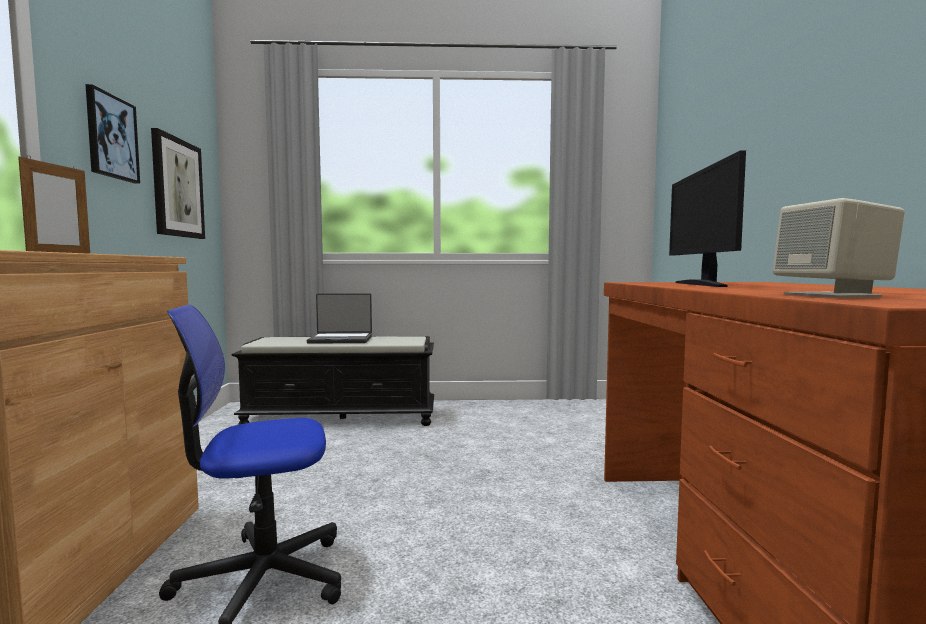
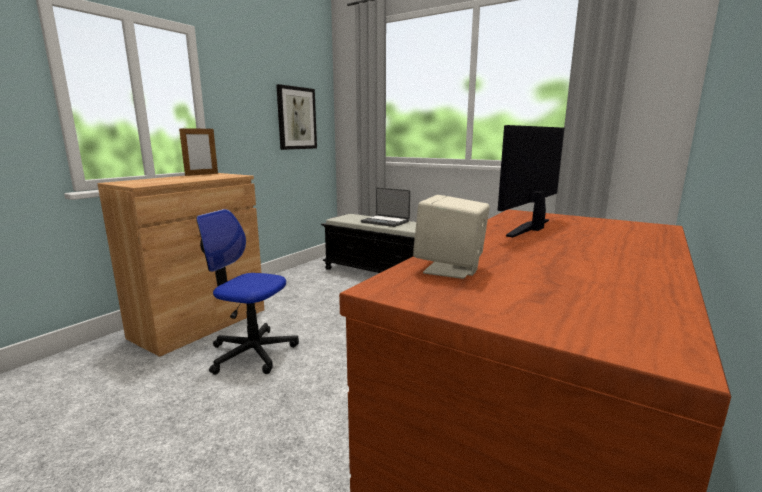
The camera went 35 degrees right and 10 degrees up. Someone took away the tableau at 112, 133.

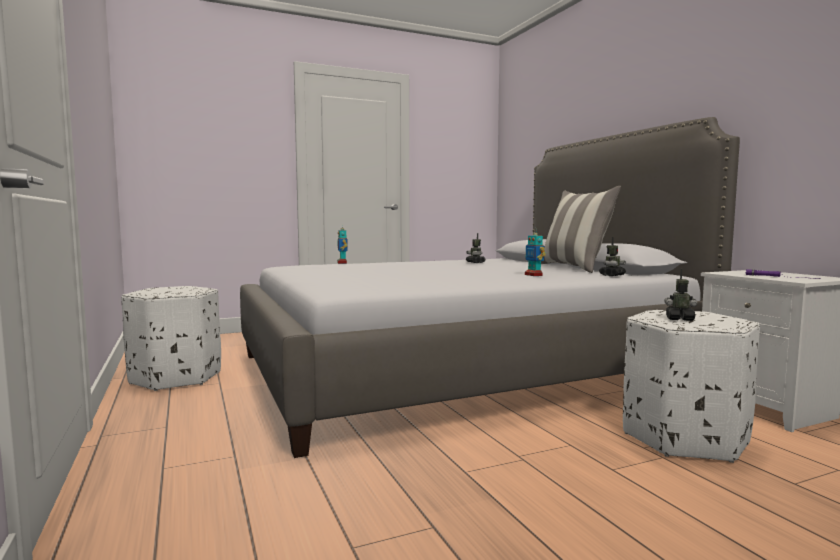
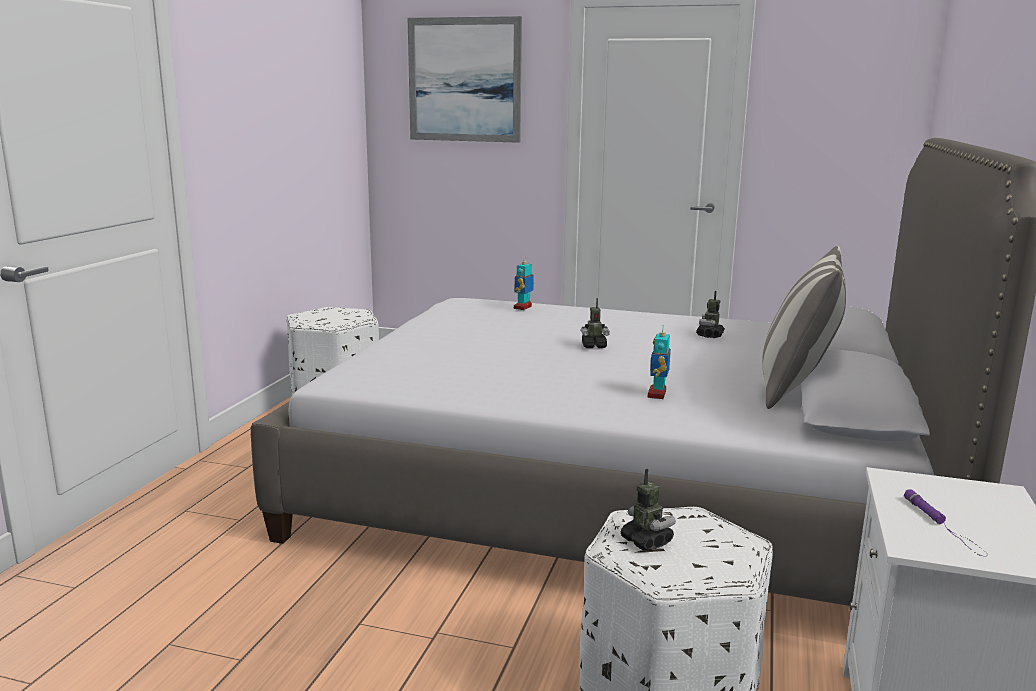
The camera went 40 degrees right and 10 degrees up. Someone carried the robot jouet from 612, 256 to 595, 323. Someone put up the tableau at 465, 79.

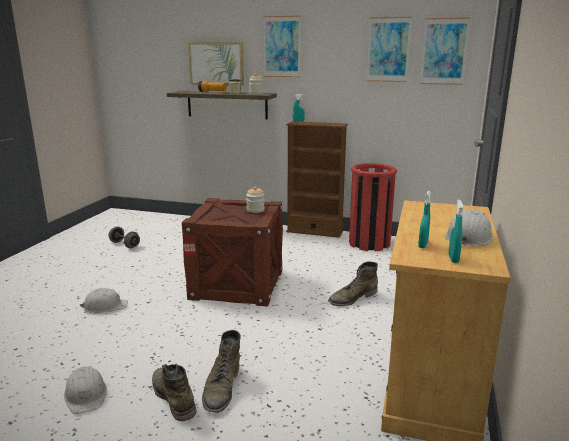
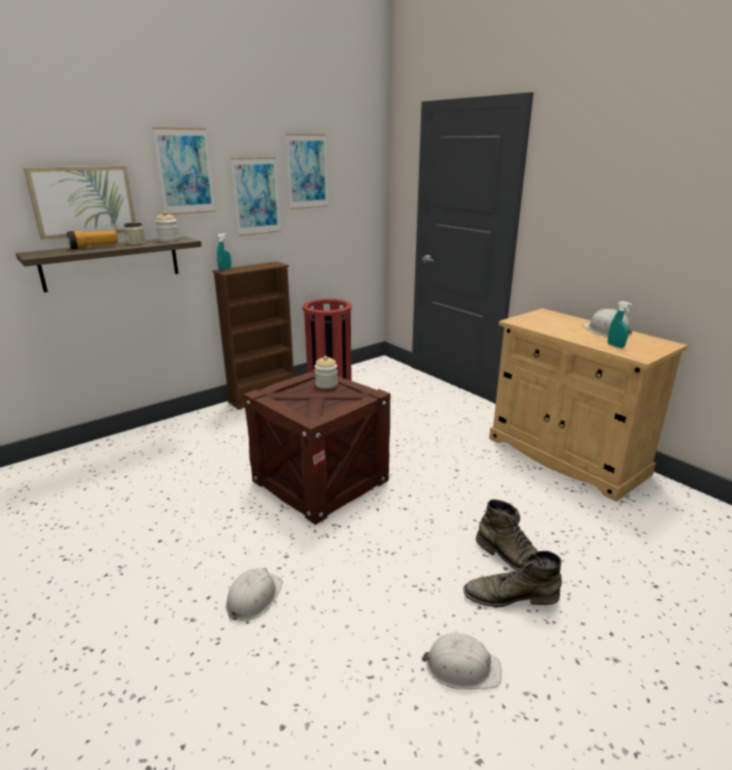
The camera went 55 degrees left and 5 degrees up. Someone took away the haltère (gris) at 124, 237. Someone took away the botte (vert) at 353, 284. Someone carried the tableau from 445, 51 to 255, 196. Someone took away the vaporisateur (turquoise) at 456, 231.

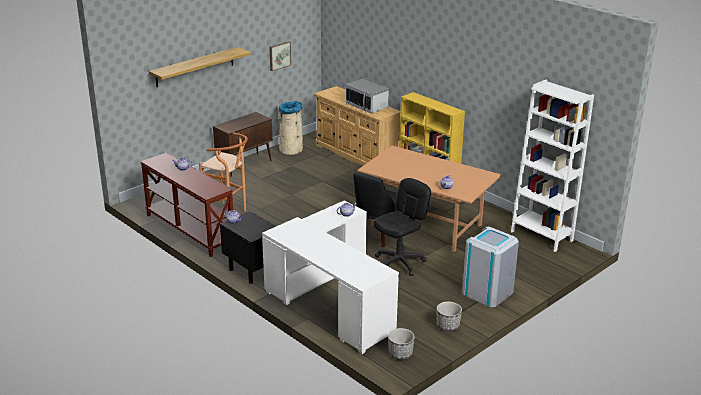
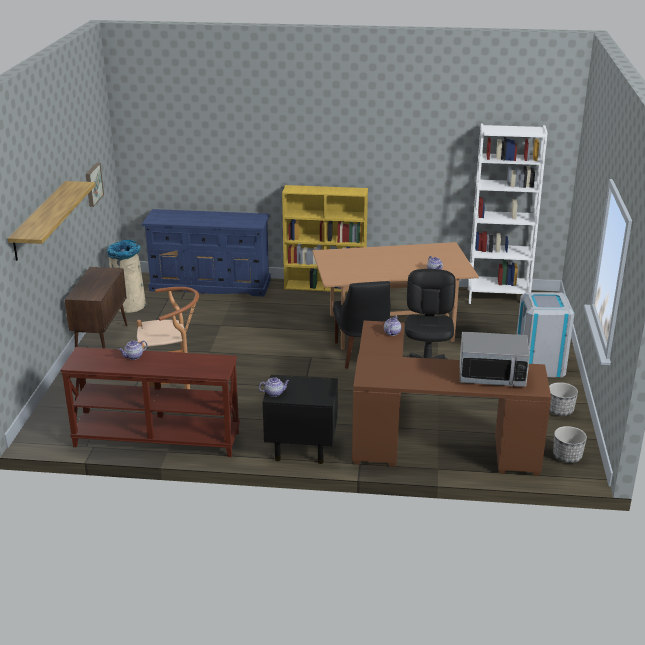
The camera went 40 degrees left and 0 degrees up. Someone repainted the bureau (blanc) at 330, 277, which became the bureau (marron) at 451, 398. Someone repainted the commode (beige) at 357, 126, which became the commode (bleu) at 206, 253. Someone carried the micro-ondes from 367, 96 to 495, 359.

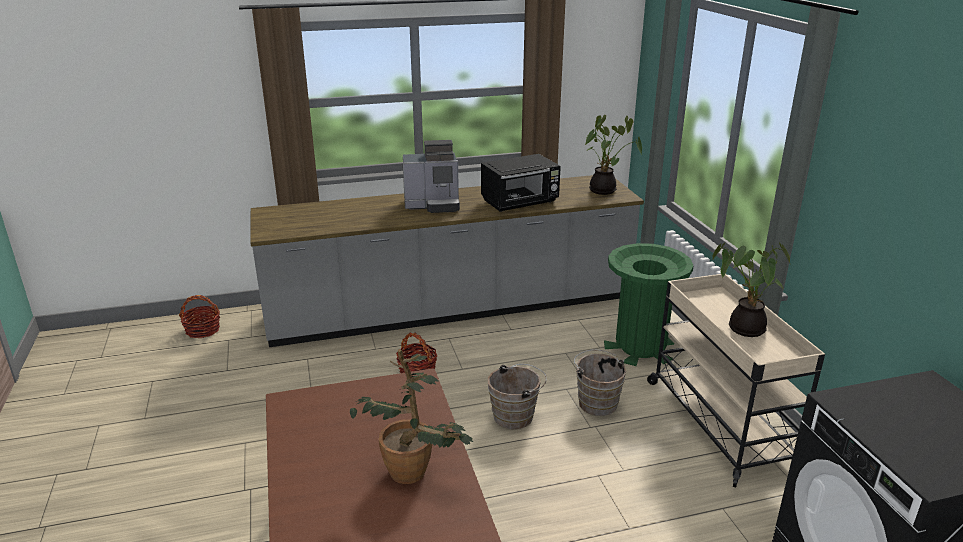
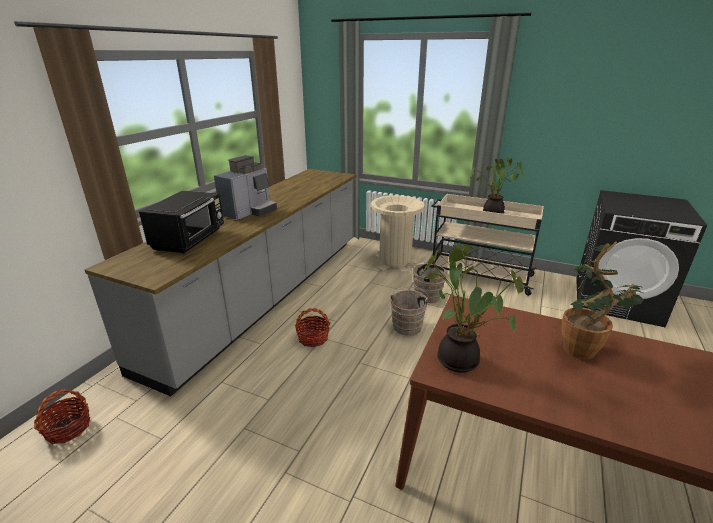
The camera went 50 degrees left and 0 degrees up. Someone carried the micro-ondes (noir) from 521, 183 to 181, 222. Someone carried the plante en pot from 613, 155 to 472, 308. Someone repainted the poubelle (vert) at 649, 304, which became the poubelle (beige) at 398, 234.

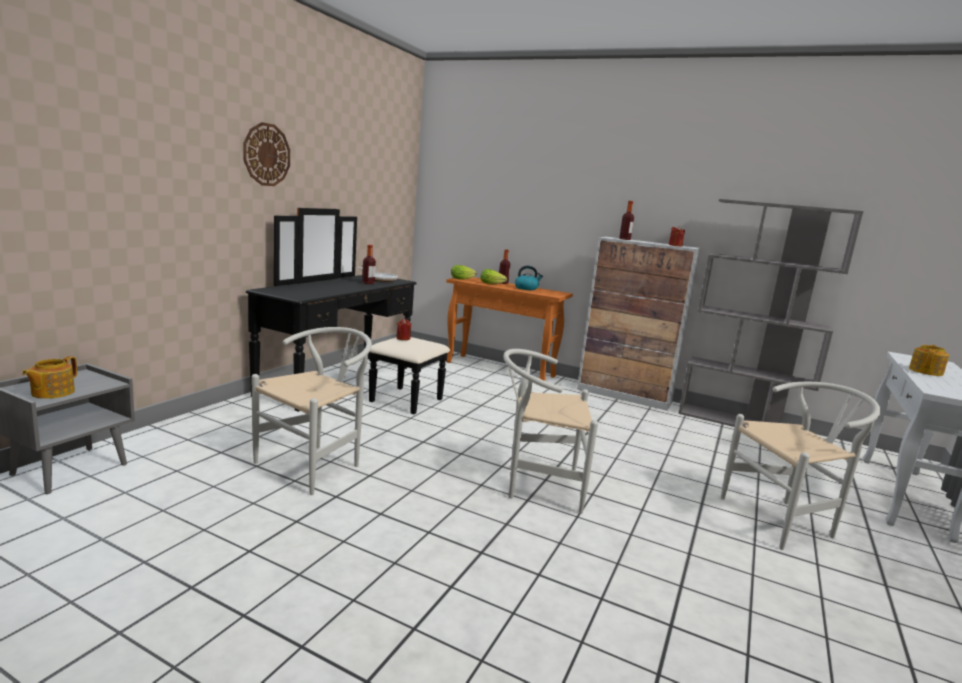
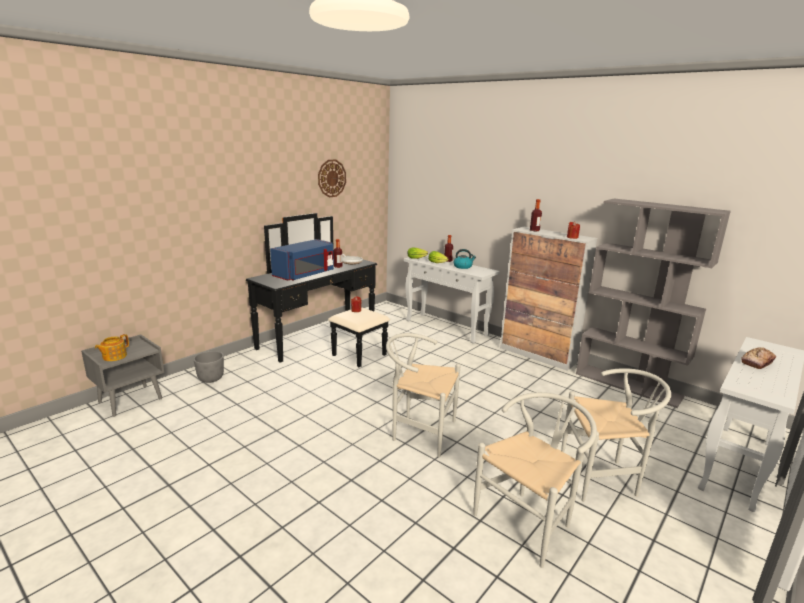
The camera went 15 degrees right and 5 degrees up. Someone carried the horloge murale from 266, 154 to 332, 178. Someone carried the chaise (blanc) from 312, 411 to 535, 480. Someone repainted the table console (orange) at 509, 329, which became the table console (blanc) at 452, 299. Someone swapped the théière at 929, 360 for the pain at 758, 358. Someone put down the cache-pot (gris) at 208, 367. Someone put down the micro-ondes (bleu) at 302, 260.

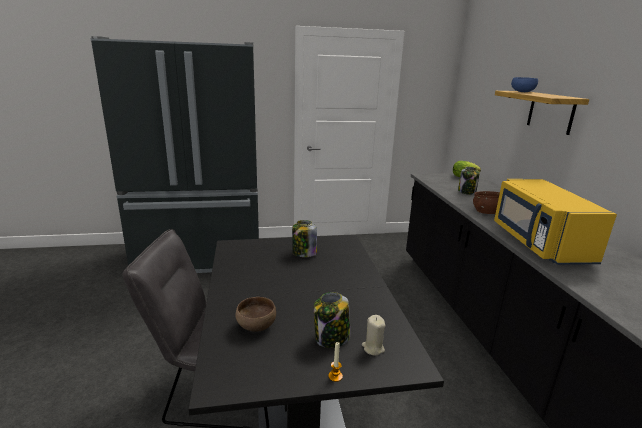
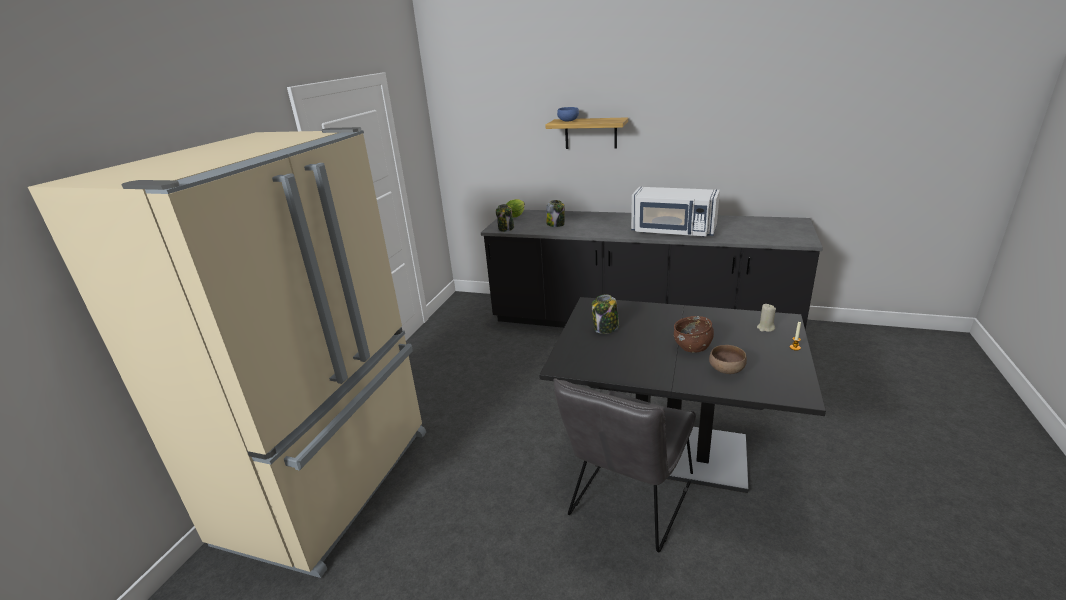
The camera went 60 degrees left and 5 degrees up. Someone repainted the réfrigérateur (noir) at 175, 154, which became the réfrigérateur (beige) at 227, 352. Someone carried the bocal from 332, 320 to 505, 218. Someone carried the bol (marron) from 486, 202 to 694, 334. Someone repainted the micro-ondes (jaune) at 555, 222, which became the micro-ondes (blanc) at 675, 212.

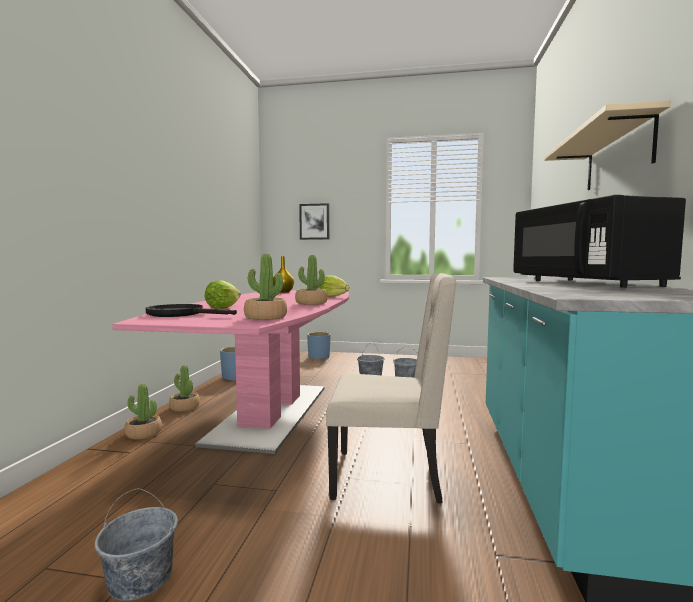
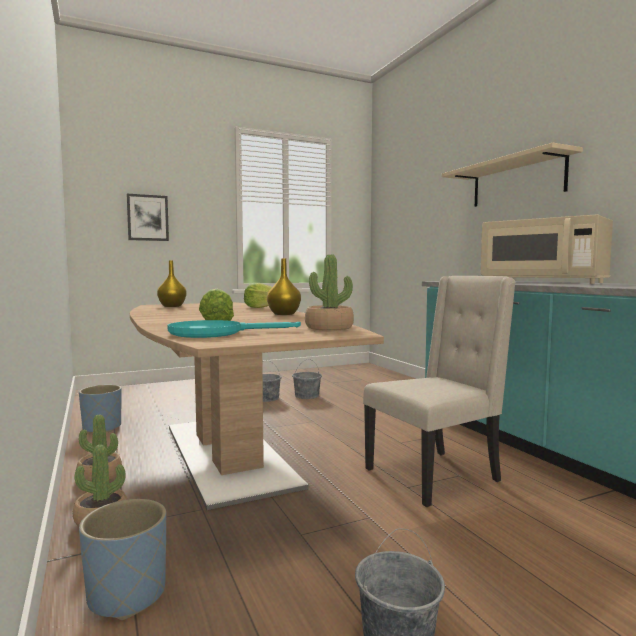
The camera went 35 degrees left and 0 degrees up. Someone repainted the table à manger (rose) at 230, 372, which became the table à manger (marron) at 257, 406. Someone repainted the poêle (noir) at 191, 310, which became the poêle (turquoise) at 234, 329. Someone swapped the plante en pot at 311, 280 for the vase (jaune) at 284, 286. Someone carried the cache-pot (bleu) from 318, 346 to 122, 559. Someone repainted the micro-ondes (noir) at 599, 241, which became the micro-ondes (beige) at 547, 249.

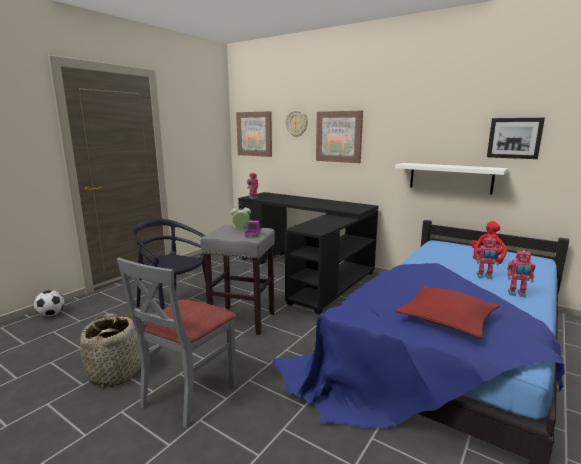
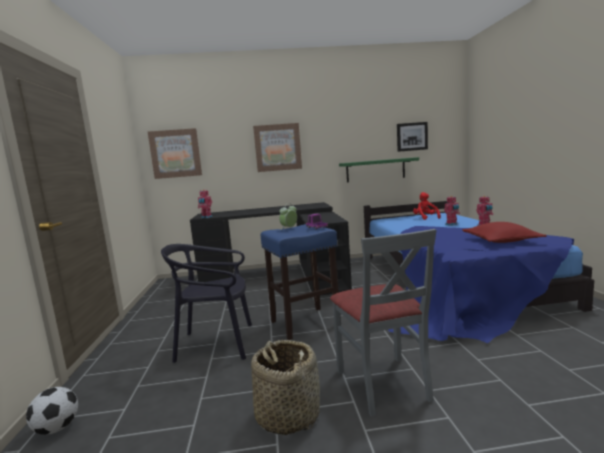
The camera went 40 degrees left and 5 degrees down. Someone repainted the tabouret (gris) at 237, 280, which became the tabouret (bleu) at 301, 282. Someone took away the horloge murale at 297, 123. Someone repainted the étagère (blanc) at 451, 179, which became the étagère (vert) at 379, 170.

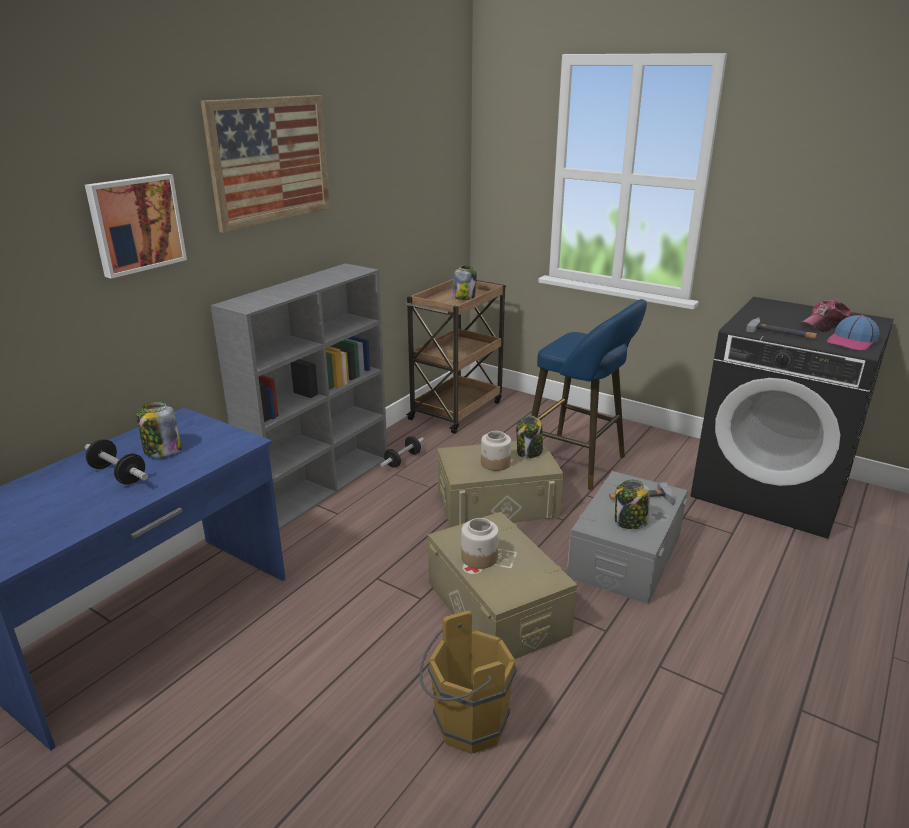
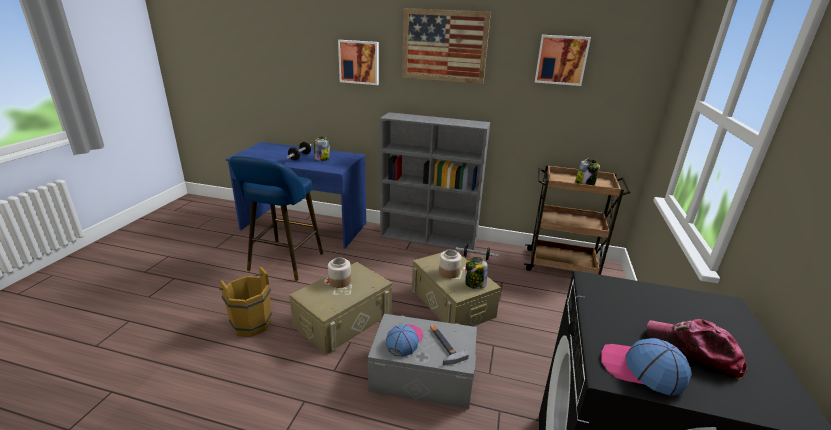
The camera went 70 degrees right and 0 degrees up. Someone carried the tabouret (bleu) from 589, 394 to 276, 218. Someone swapped the bocal at 632, 504 for the casquette at 404, 340. Someone took away the marteau at 781, 328. Someone put up the tableau at 563, 60.

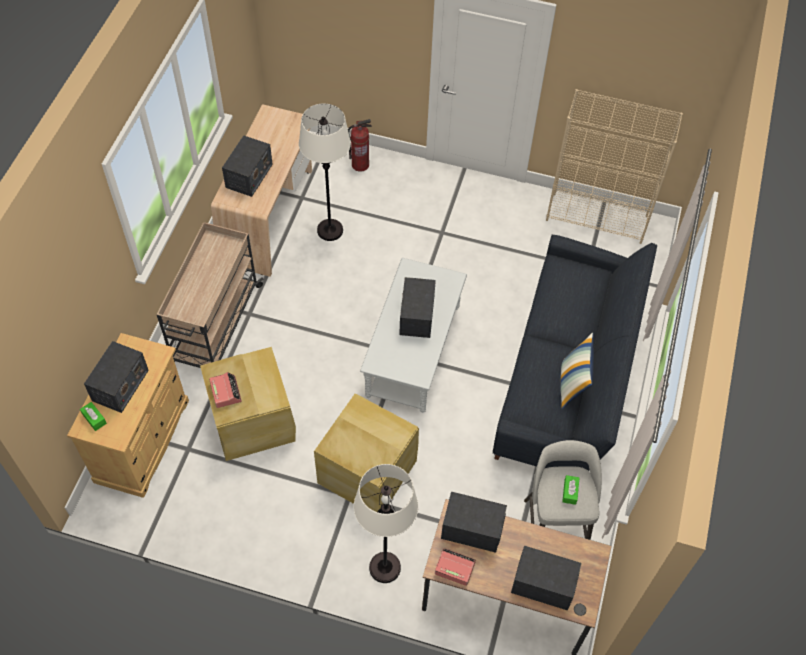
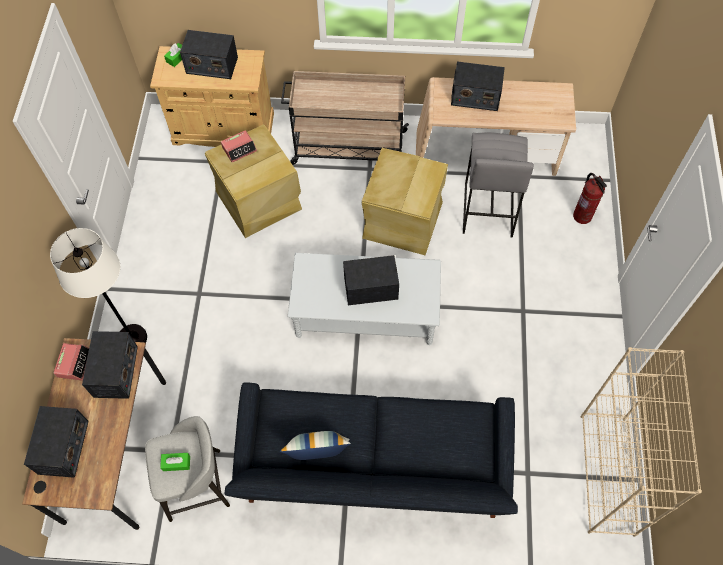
The camera went 80 degrees right and 5 degrees up. Someone swapped the lampadaire (blanc) at 325, 172 for the tabouret (gris) at 498, 185. Someone carried the boîte de rangement (beige) from 366, 452 to 405, 201.

